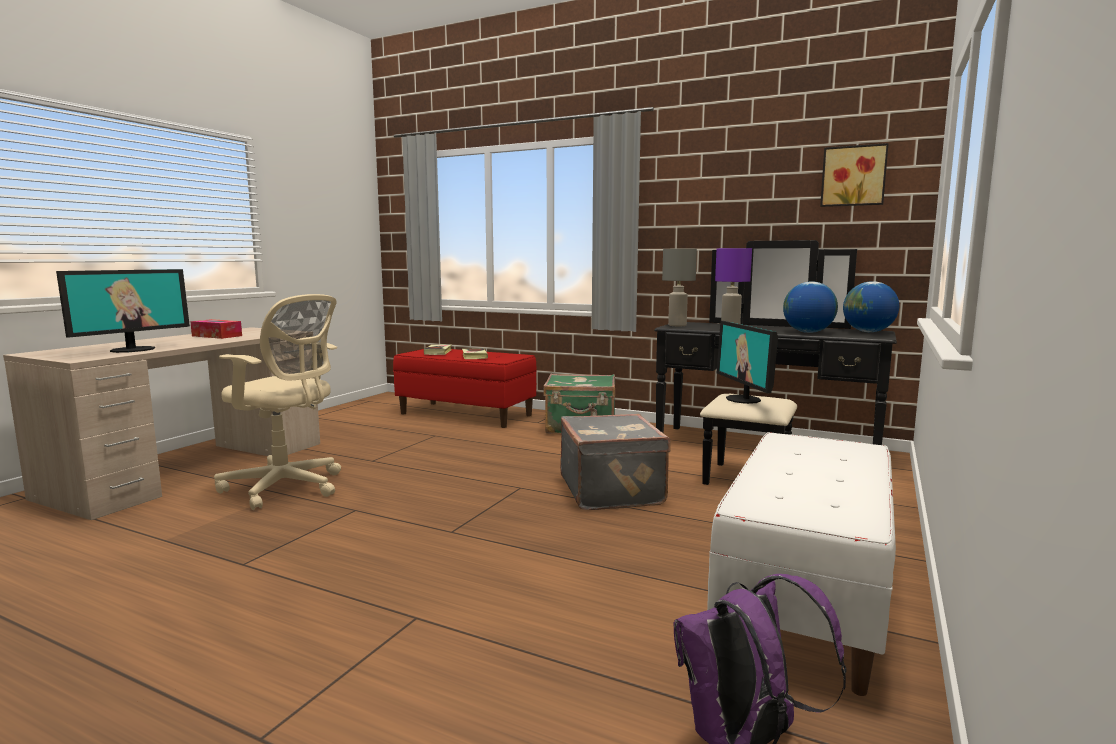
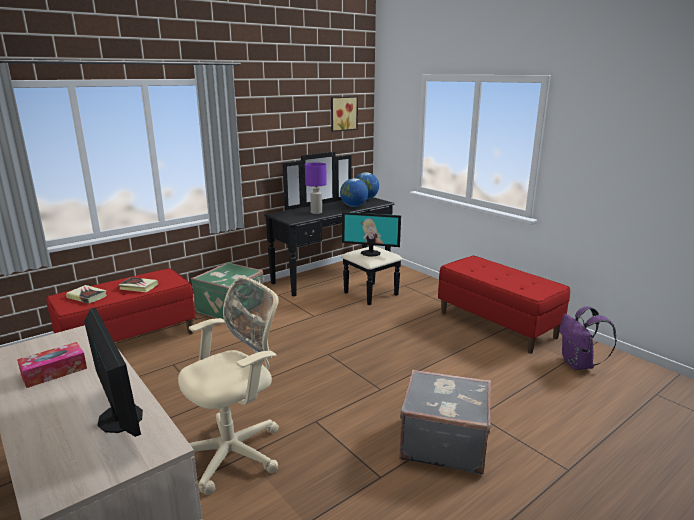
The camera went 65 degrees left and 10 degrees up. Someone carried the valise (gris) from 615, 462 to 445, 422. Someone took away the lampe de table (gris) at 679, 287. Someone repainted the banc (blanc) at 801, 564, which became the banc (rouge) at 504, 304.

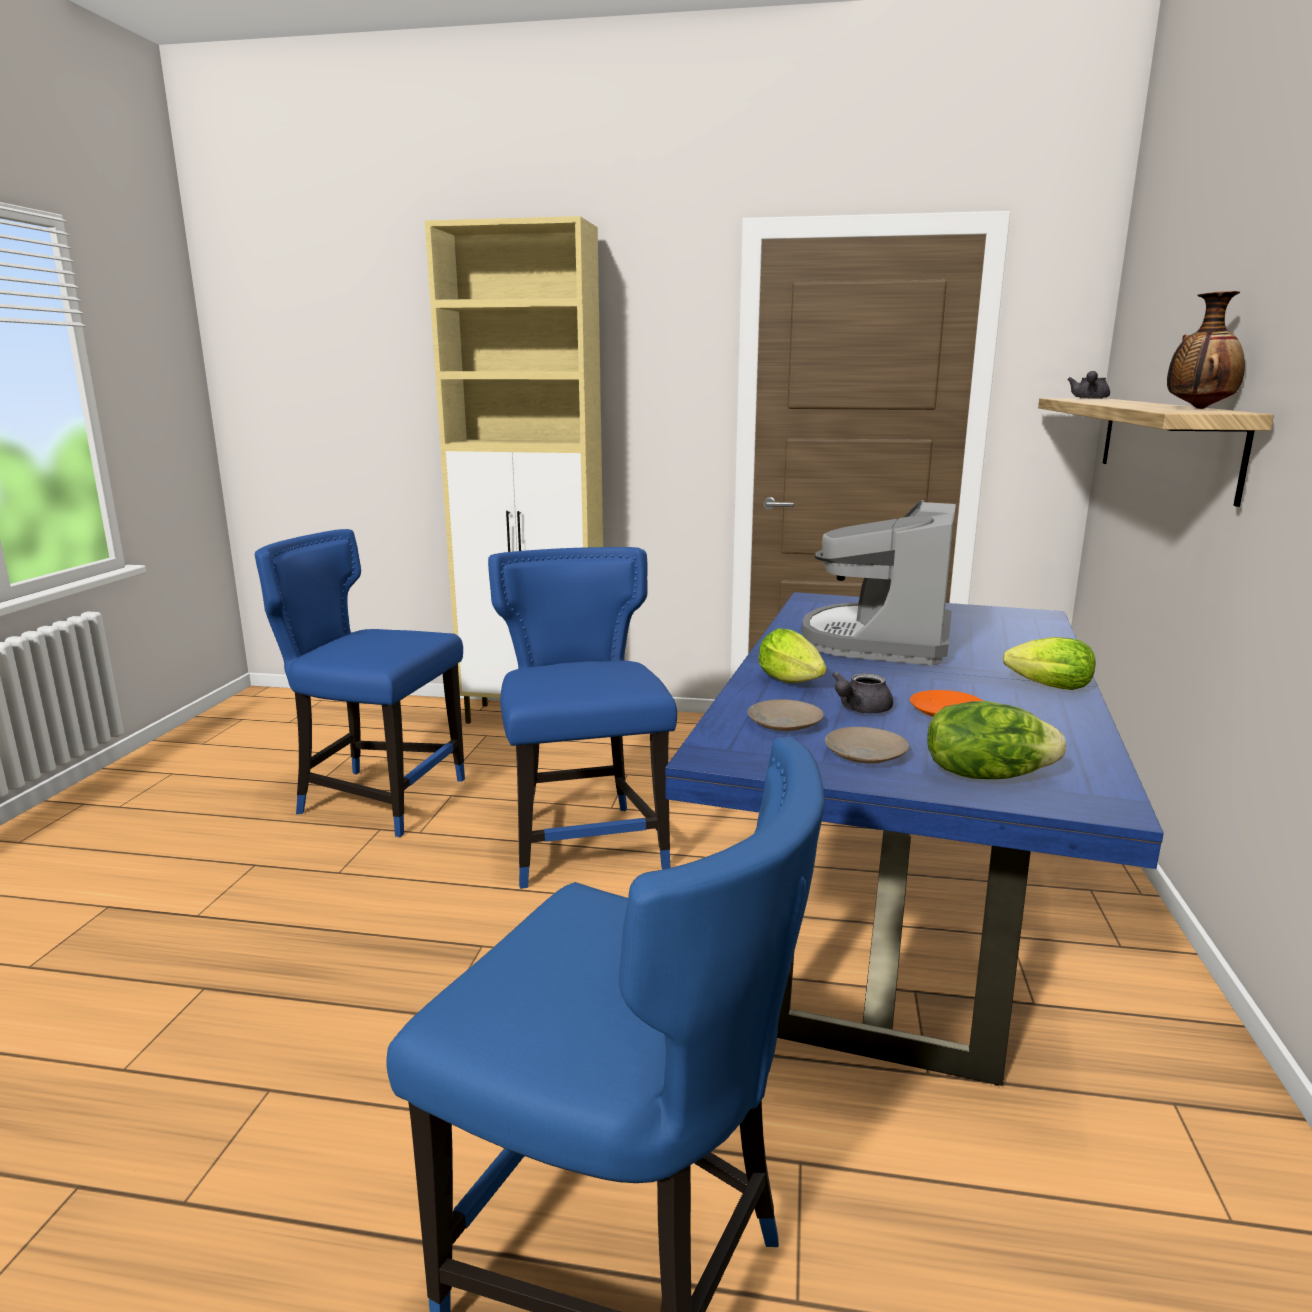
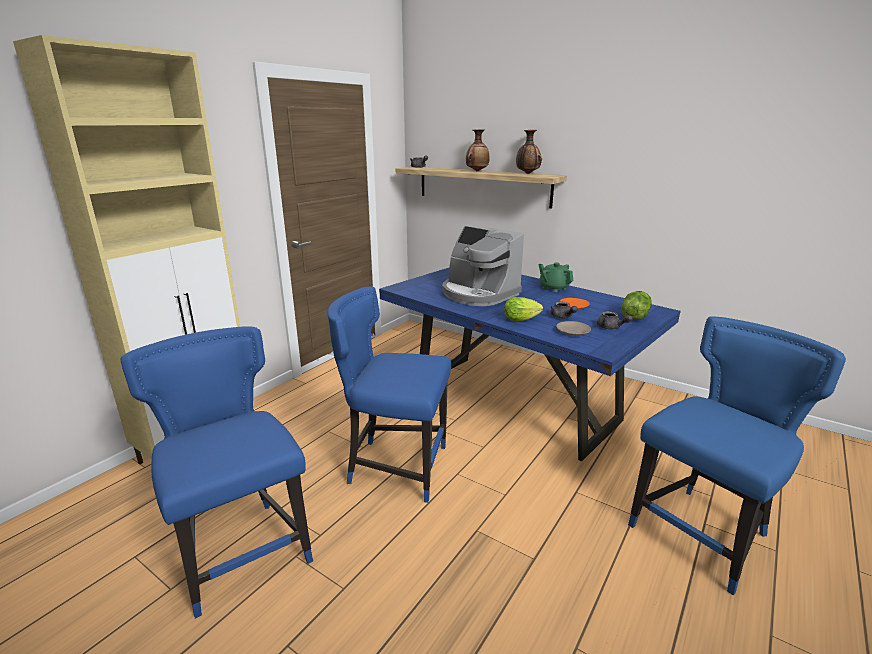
The camera went 65 degrees left and 5 degrees up. Someone rotated the chaise (bleu) at 360, 683 by 105 degrees clockwise. Someone swapped the assiette (beige) at 867, 745 for the théière (gris) at 615, 320. Someone swapped the laitue at 1049, 663 for the théière (vert) at 555, 277. Someone put down the vase at 478, 150.

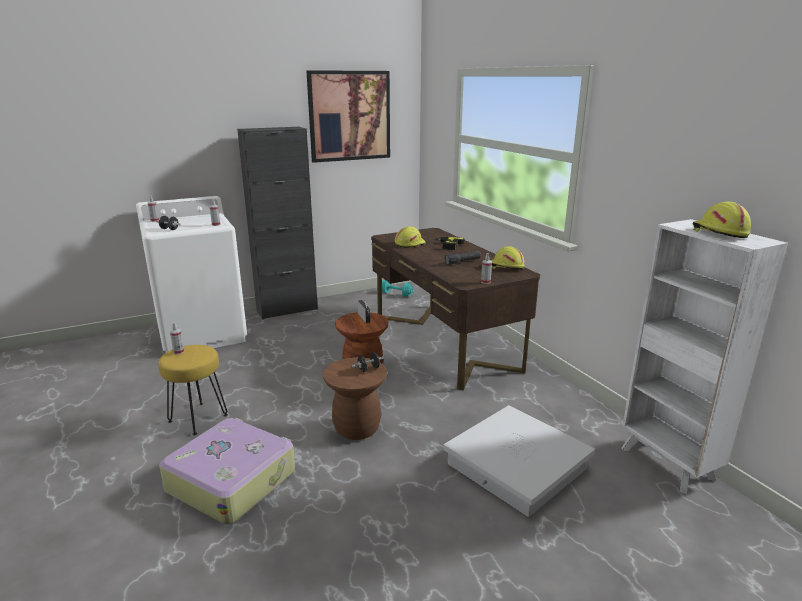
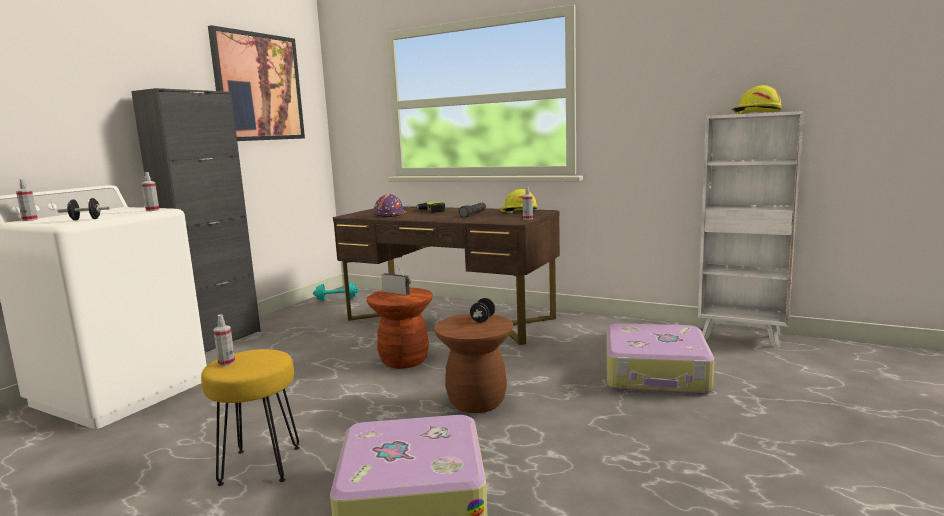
The camera went 35 degrees left and 10 degrees down. Someone repainted the casque de chantier (jaune) at 410, 237, which became the casque de chantier (violet) at 389, 205. Someone swapped the boîte de rangement (blanc) at 519, 461 for the valise at 661, 358.

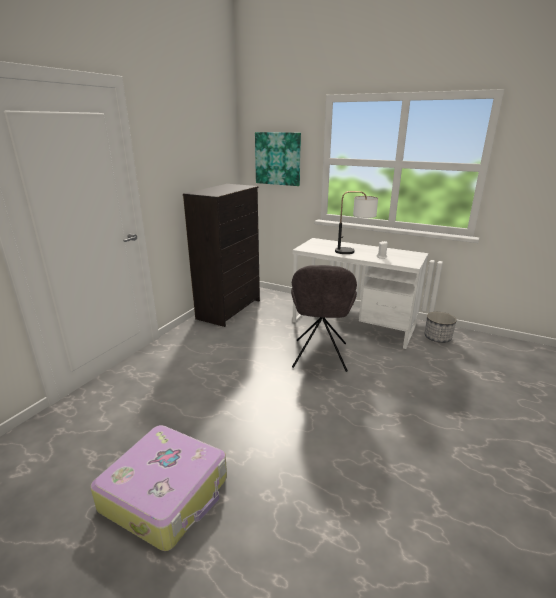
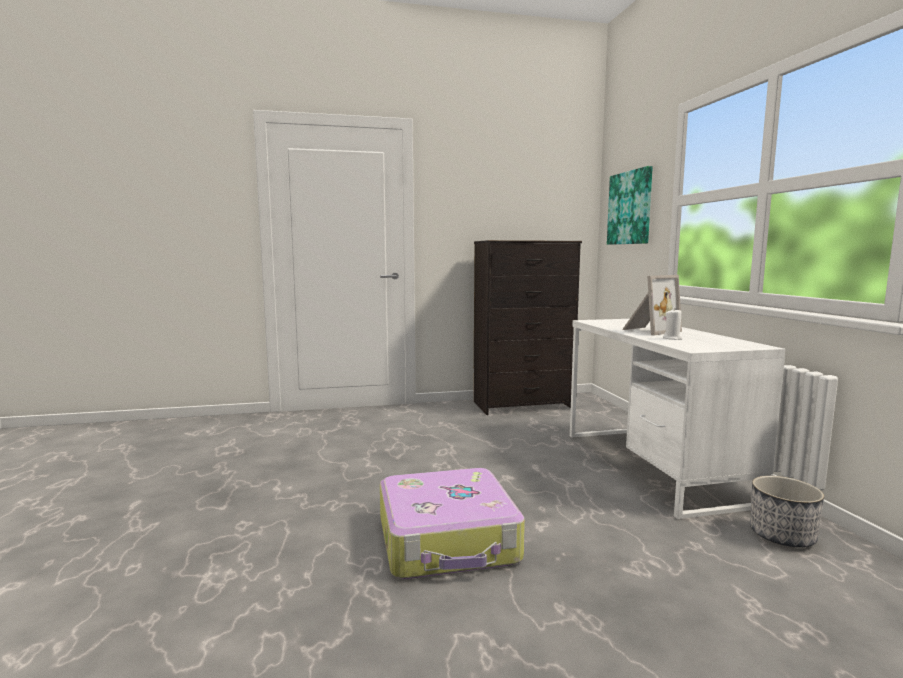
The camera went 50 degrees right and 15 degrees down. Someone carried the valise from 158, 488 to 452, 523. Someone took away the chaise (gris) at 324, 318. Someone swapped the lampe de table at 356, 222 for the cadre photo at 652, 305.

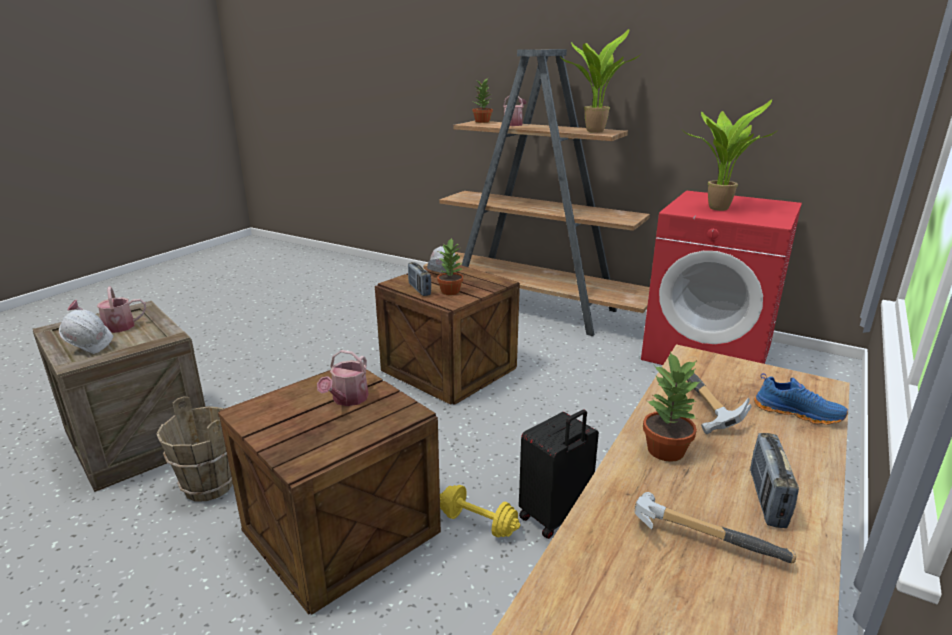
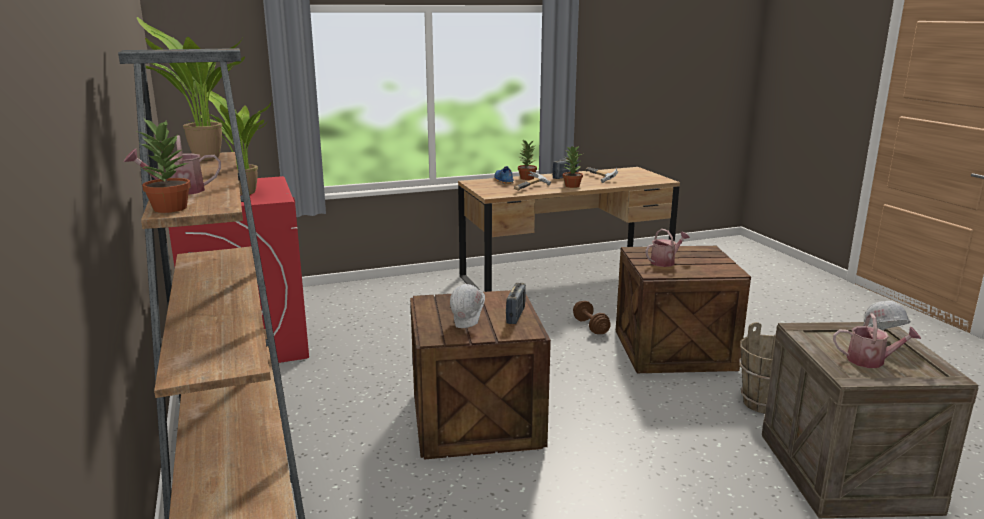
The camera went 140 degrees left and 5 degrees down. Someone carried the plante en pot from 450, 266 to 527, 160. Someone repainted the haltère (jaune) at 480, 511, which became the haltère (marron) at 591, 317. Someone took away the valise (noir) at 559, 474.

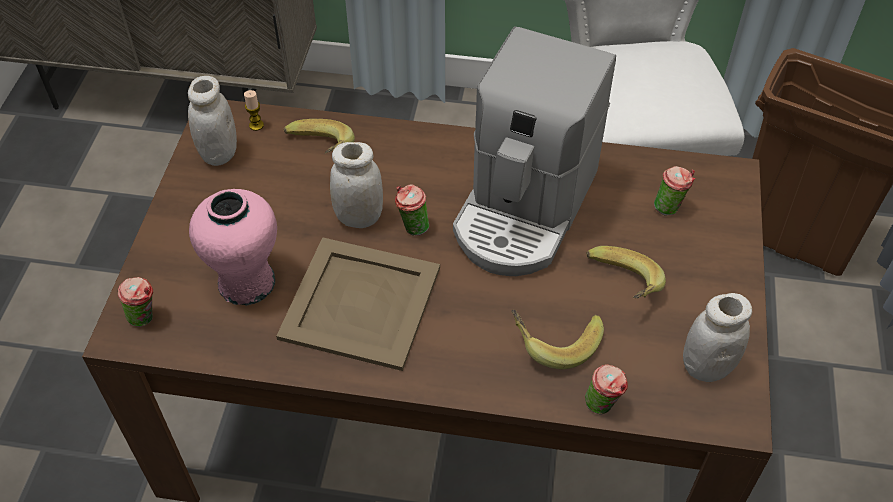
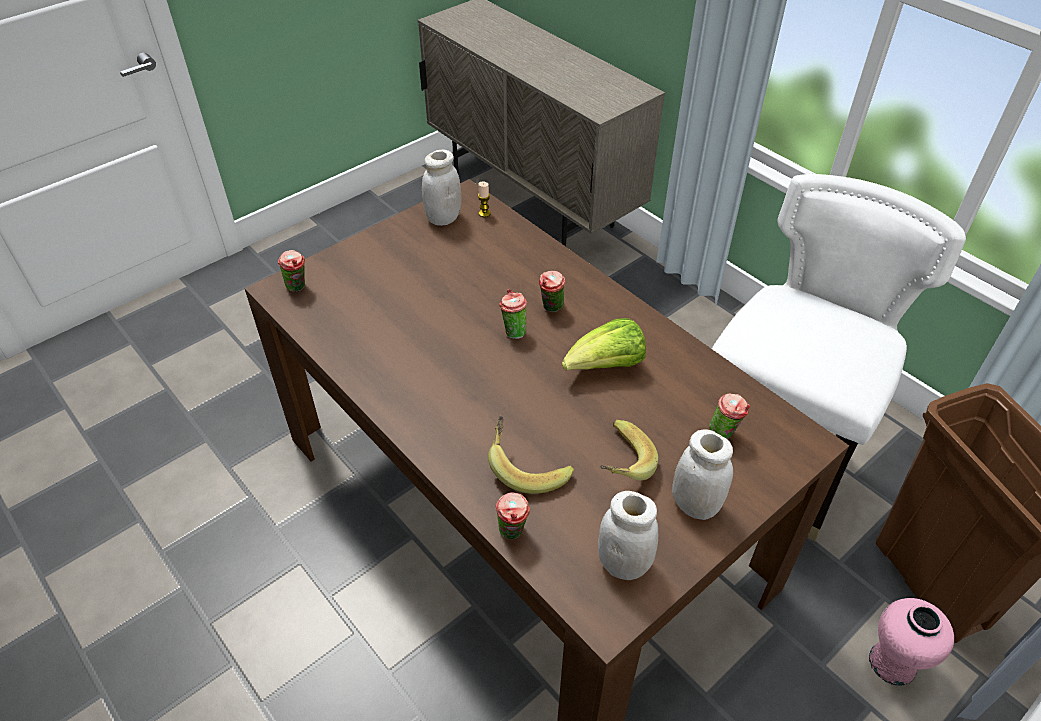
The camera went 40 degrees right and 5 degrees down. Someone carried the vase (rose) from 233, 247 to 911, 642. Someone took away the plateau (beige) at 358, 304. Someone took away the banane at 319, 136. Someone carried the bocal (blanc) from 356, 185 to 702, 474. Someone swapped the machine à café at 534, 151 for the laitue at 604, 344. Someone put down the tasse at 552, 291.

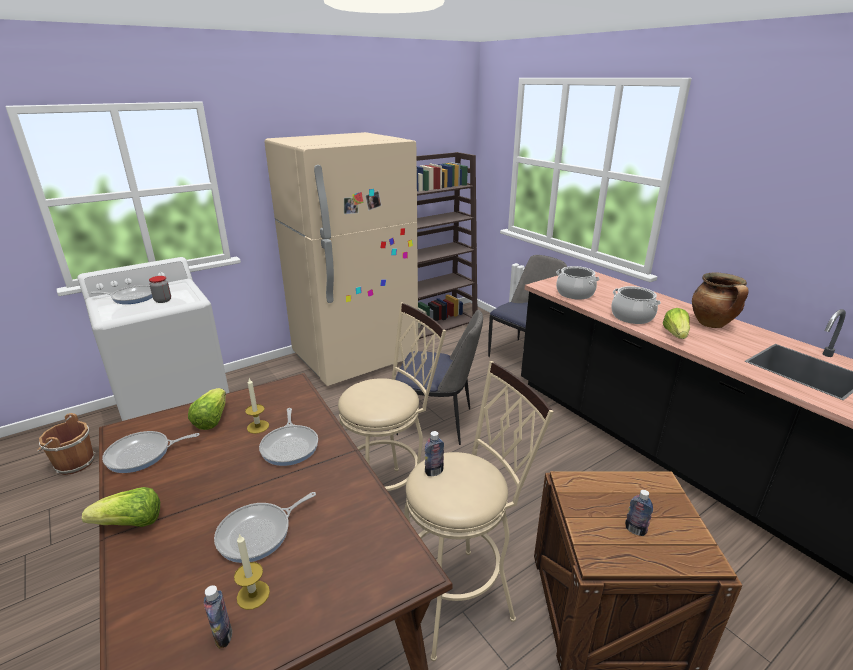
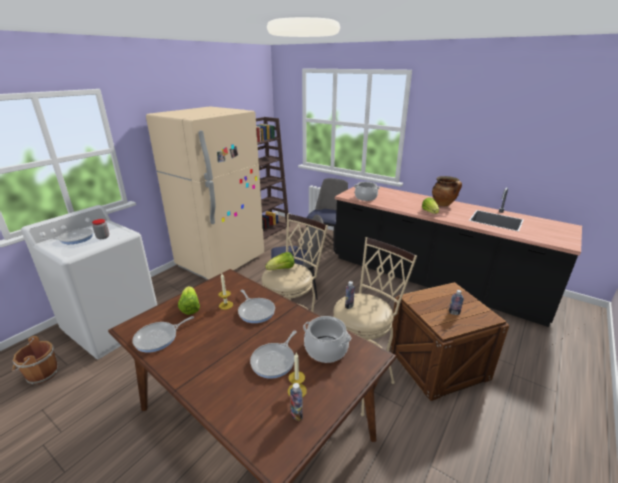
The camera went 20 degrees left and 0 degrees up. Someone carried the laitue from 121, 507 to 280, 261. Someone carried the marmite from 636, 305 to 327, 339.

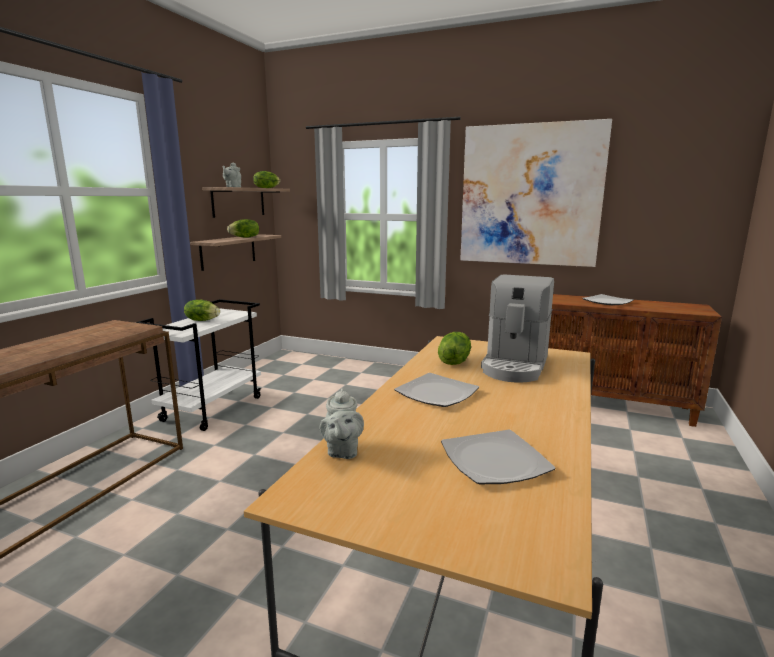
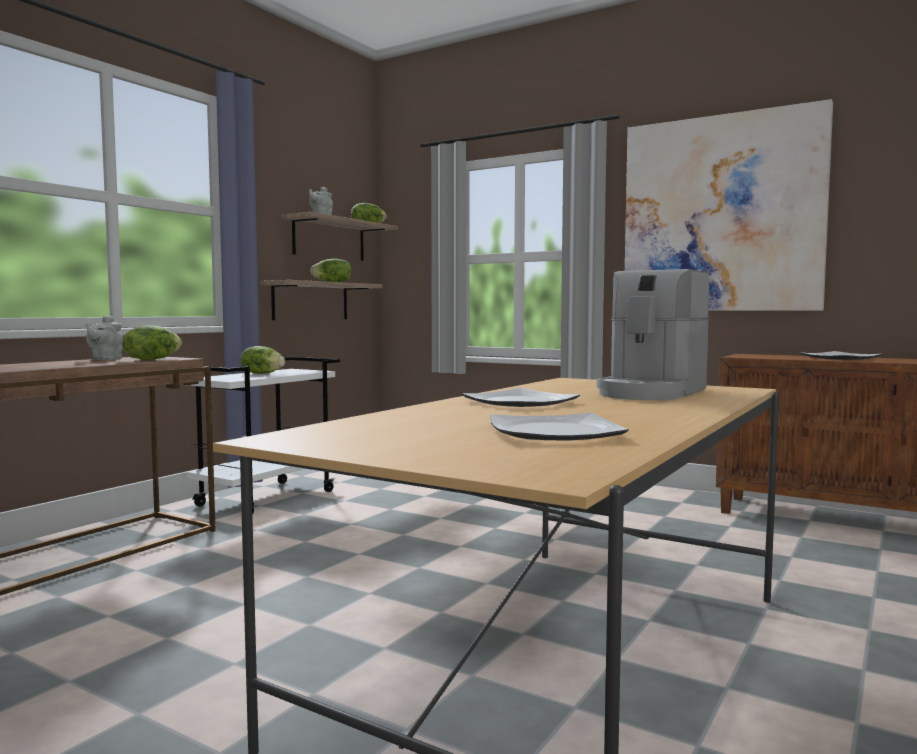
The camera went 10 degrees right and 10 degrees down. Someone carried the théière (gris) from 342, 423 to 104, 337. Someone carried the laitue from 454, 348 to 152, 342.

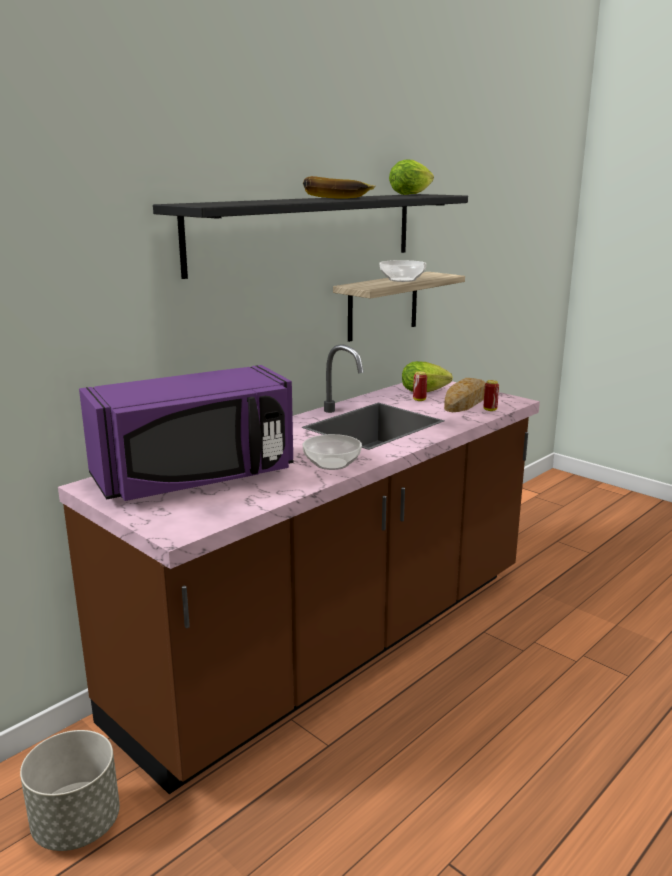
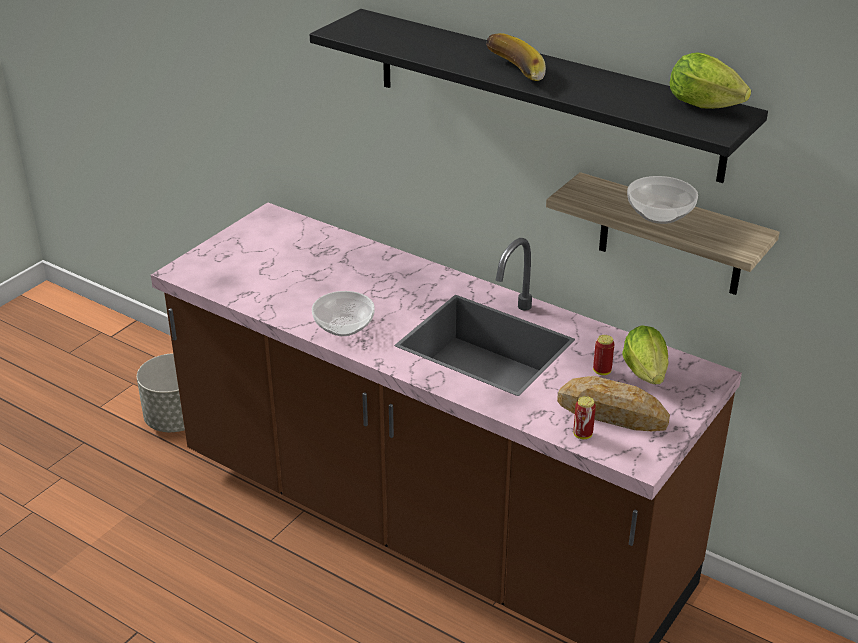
The camera went 80 degrees right and 15 degrees up. Someone took away the micro-ondes (violet) at 186, 433.

